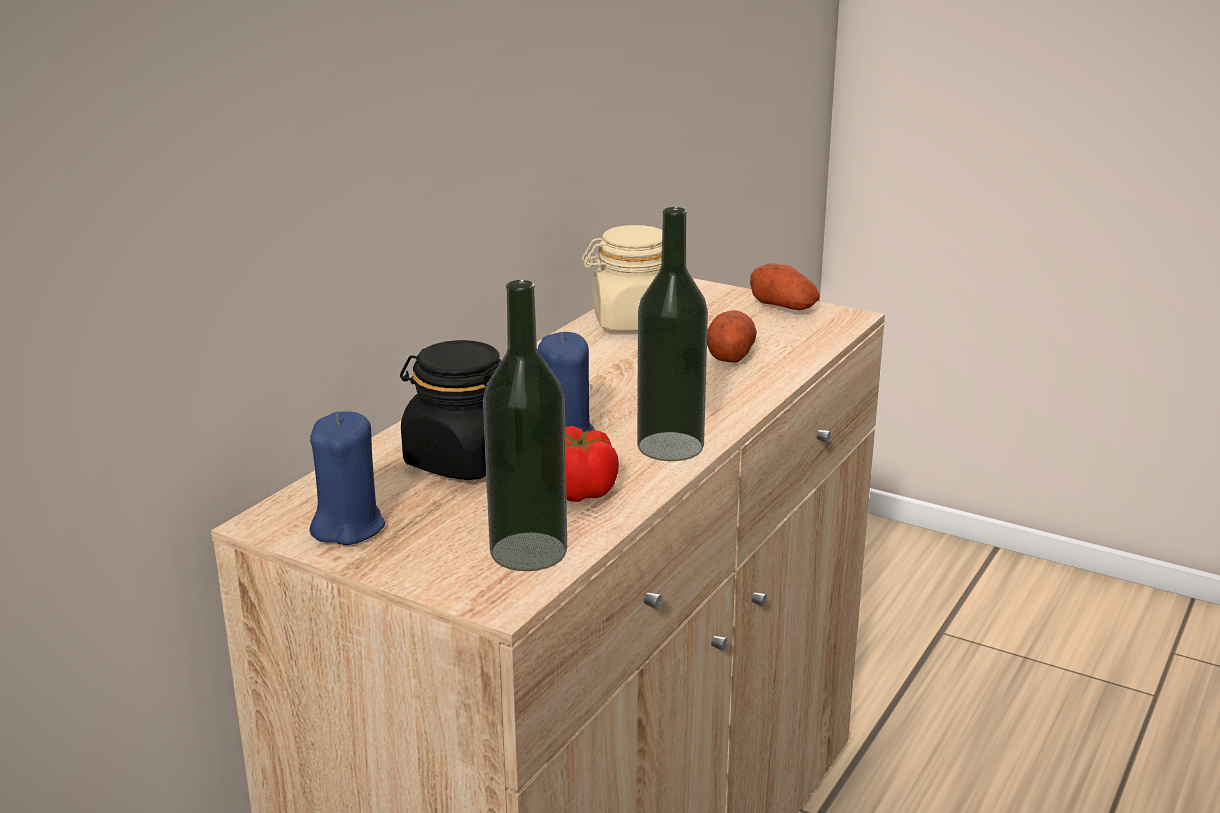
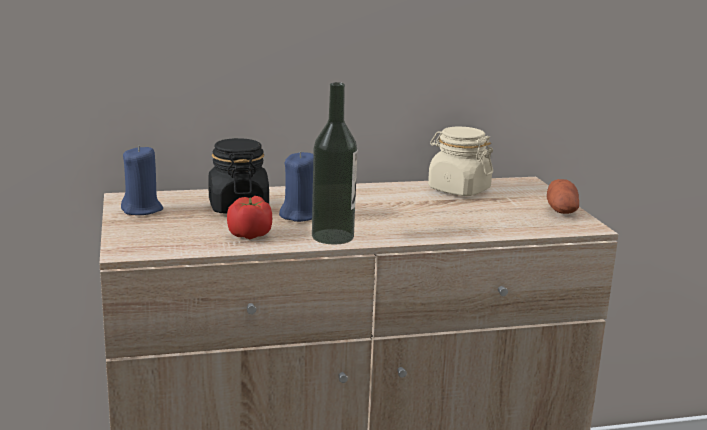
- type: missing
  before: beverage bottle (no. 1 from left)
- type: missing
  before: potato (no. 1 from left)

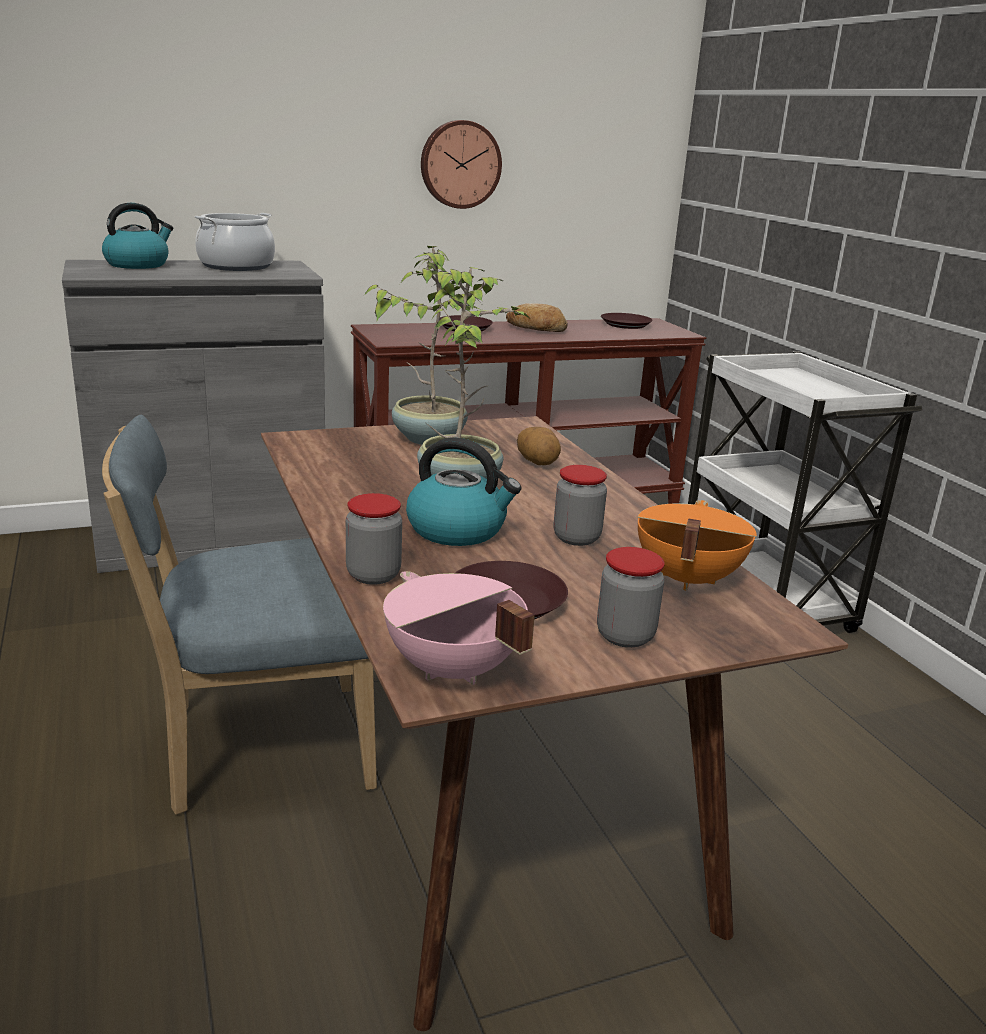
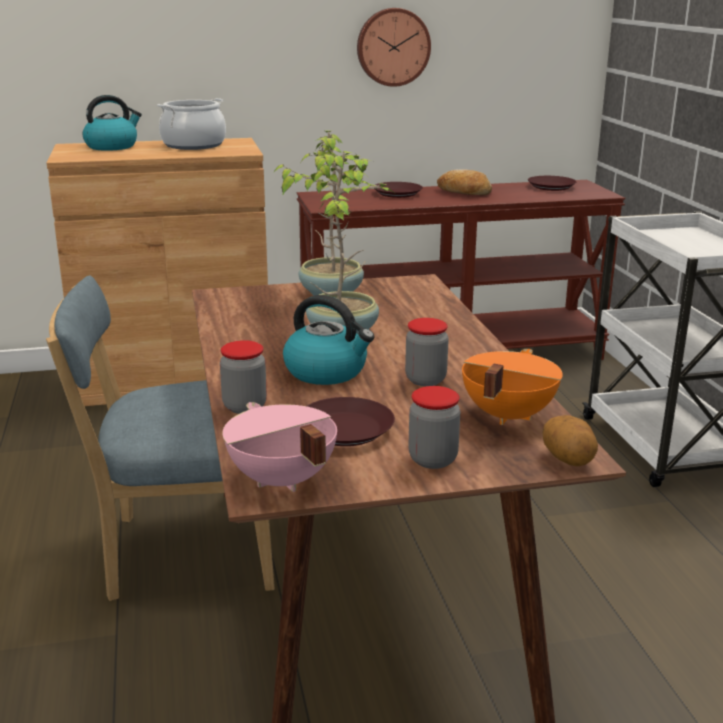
- type: colour
  before: cupboard (grey)
  after: cupboard (brown)
- type: relocated
  before: potato

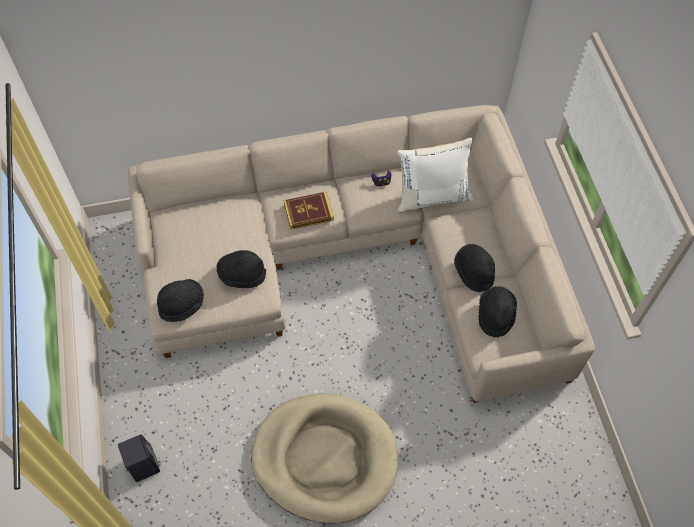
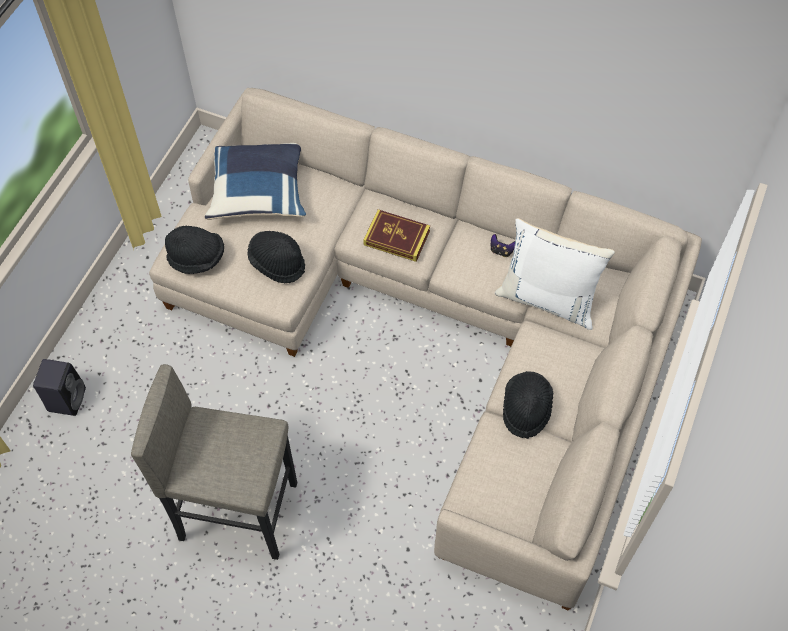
- type: exchanged
  before: pet bed (sand-coloured)
  after: stool seat (grey)
- type: appeared
  after: cushion (bluish)
- type: missing
  before: wearable hat (blackish) (no. 4 from left)

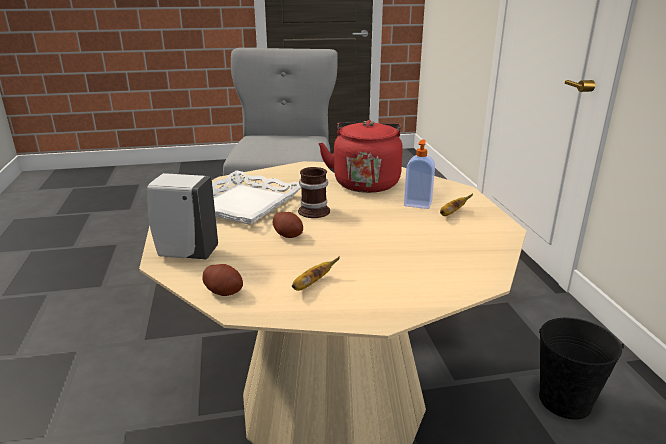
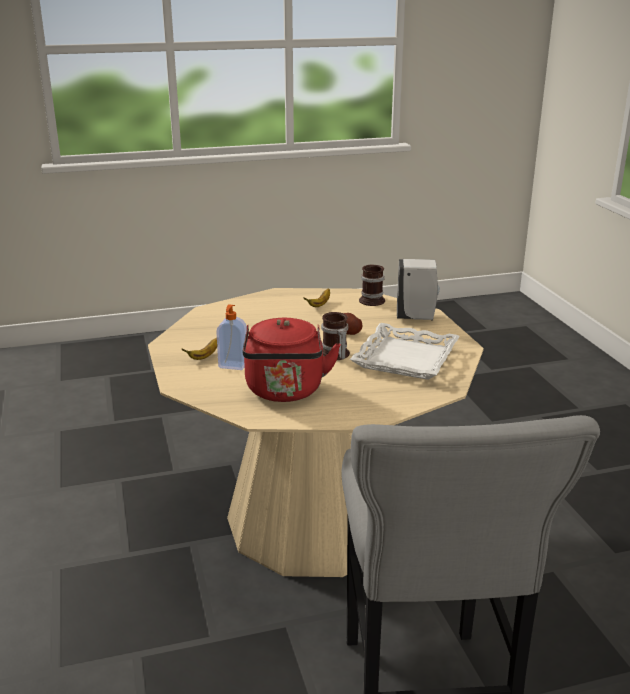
- type: exchanged
  before: potato (no. 1 from left)
  after: coffee mug (no. 2 from left)
- type: missing
  before: pail (blackish)

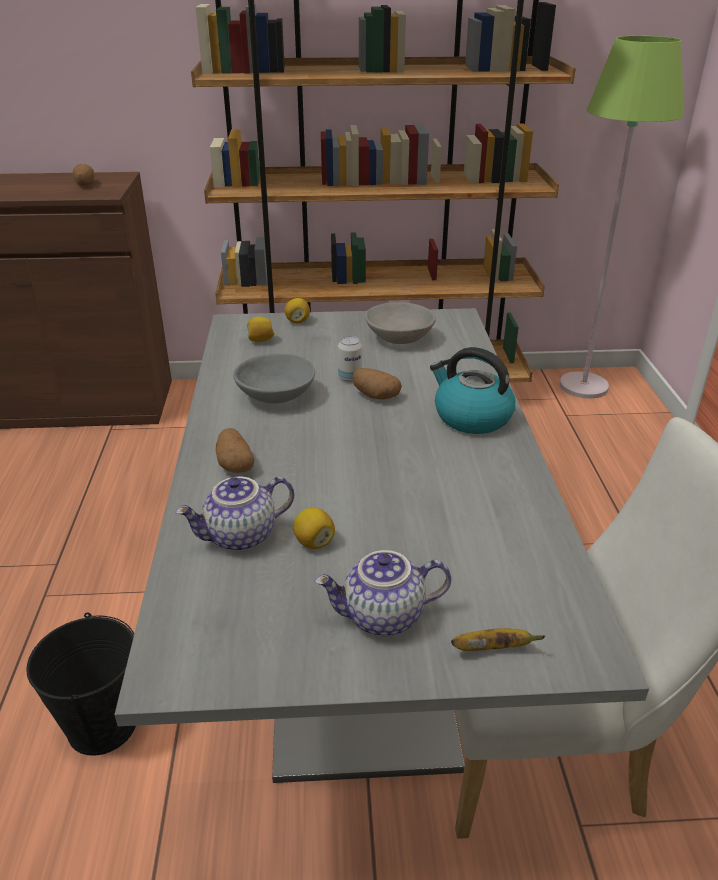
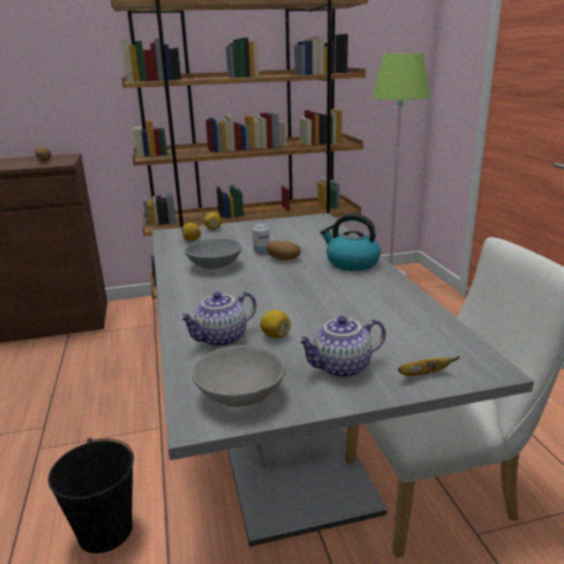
- type: relocated
  before: serving bowl (grey) (no. 2 from left)
- type: missing
  before: potato (no. 2 from left)

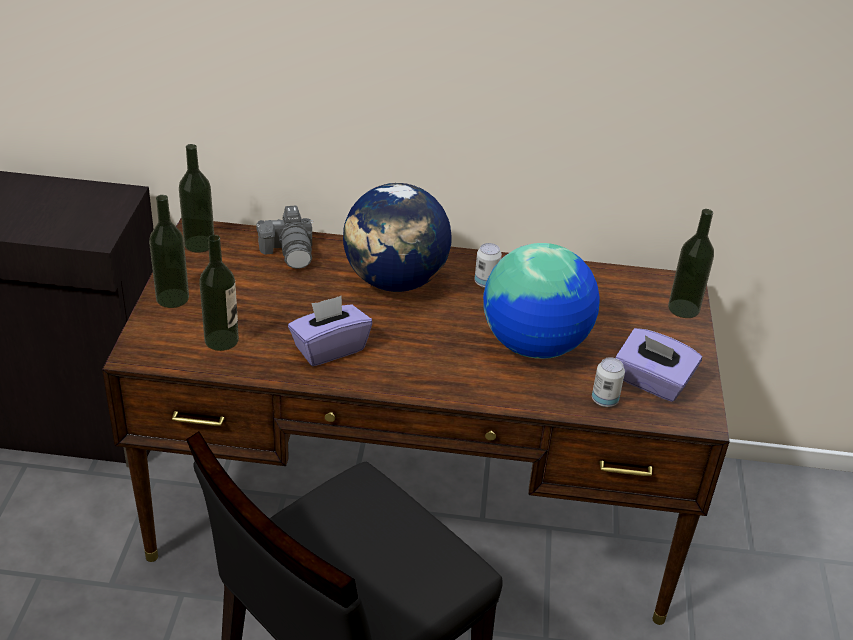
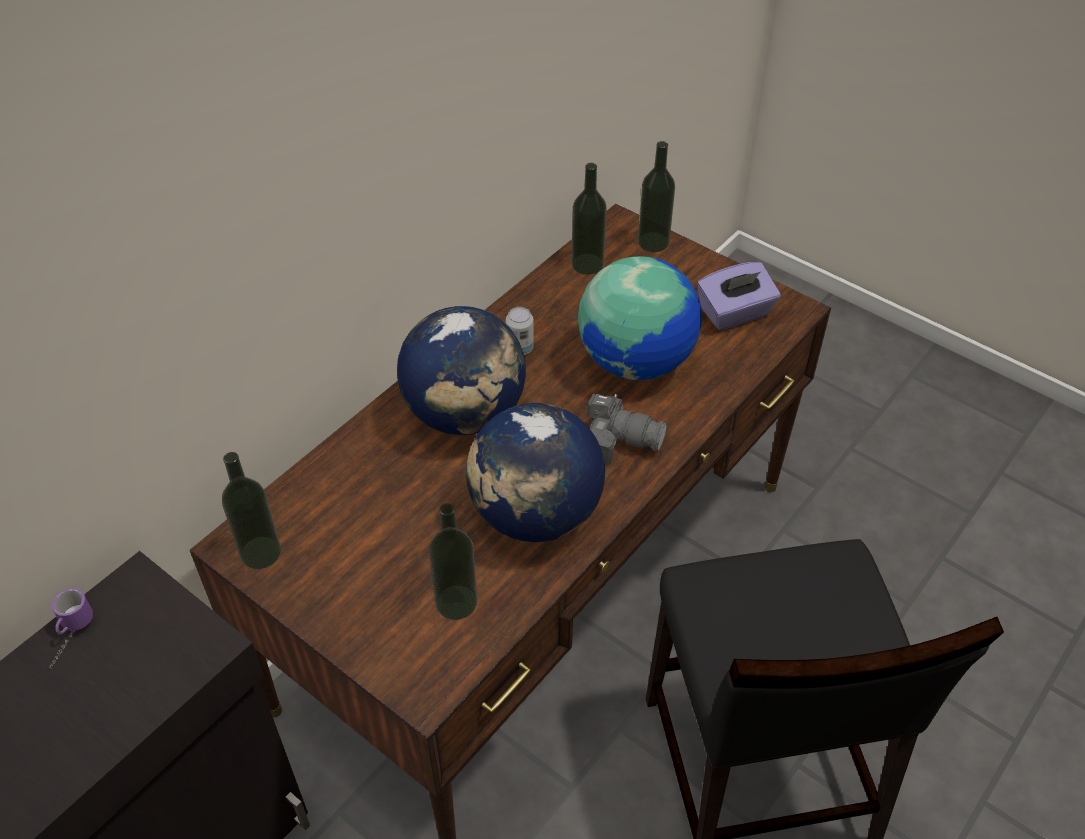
- type: appeared
  after: coffee mug
- type: exchanged
  before: box of tissues (purple-coloured) (no. 1 from left)
  after: world globe (no. 2 from left)
- type: relocated
  before: beverage bottle (no. 1 from left in the first image)
  after: beverage bottle (no. 3 from left)
- type: relocated
  before: still camera
- type: missing
  before: sealed can (no. 2 from left)

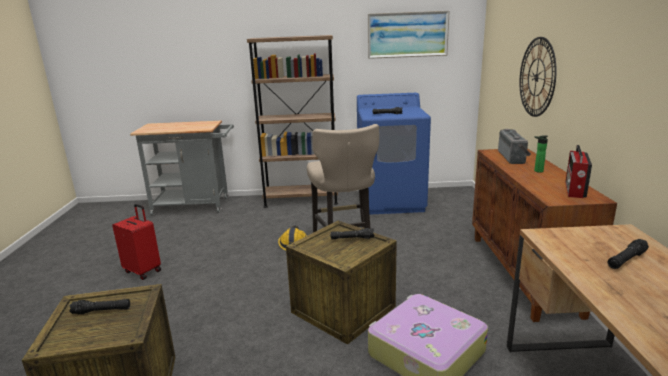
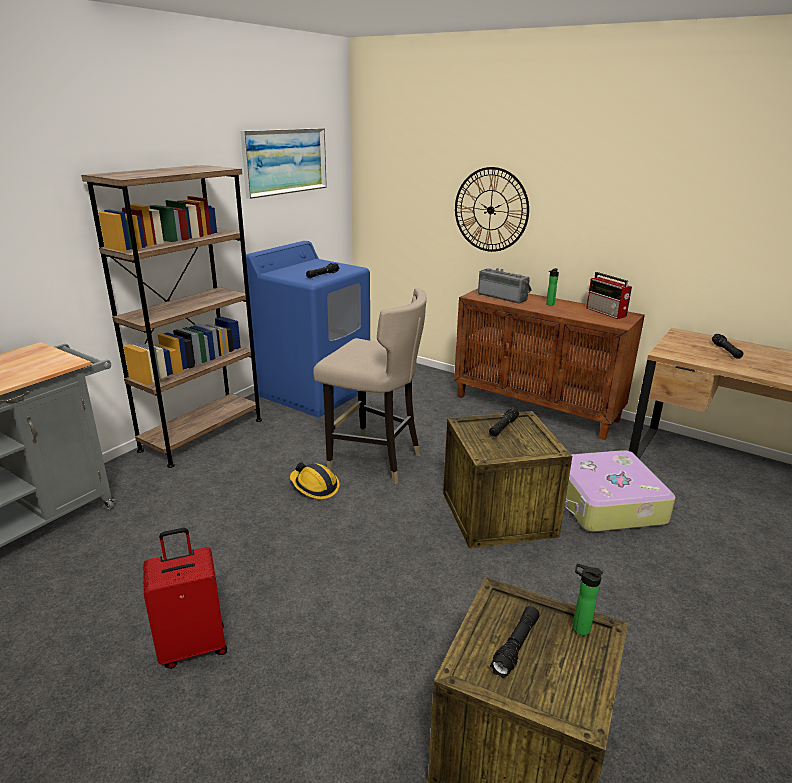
- type: appeared
  after: beverage bottle (no. 2 from left)

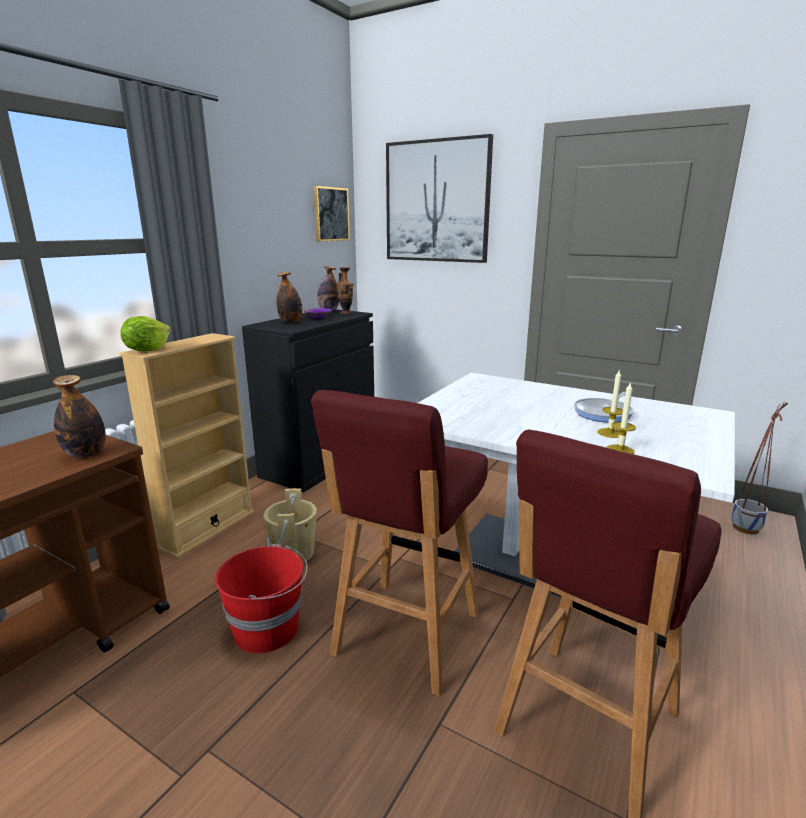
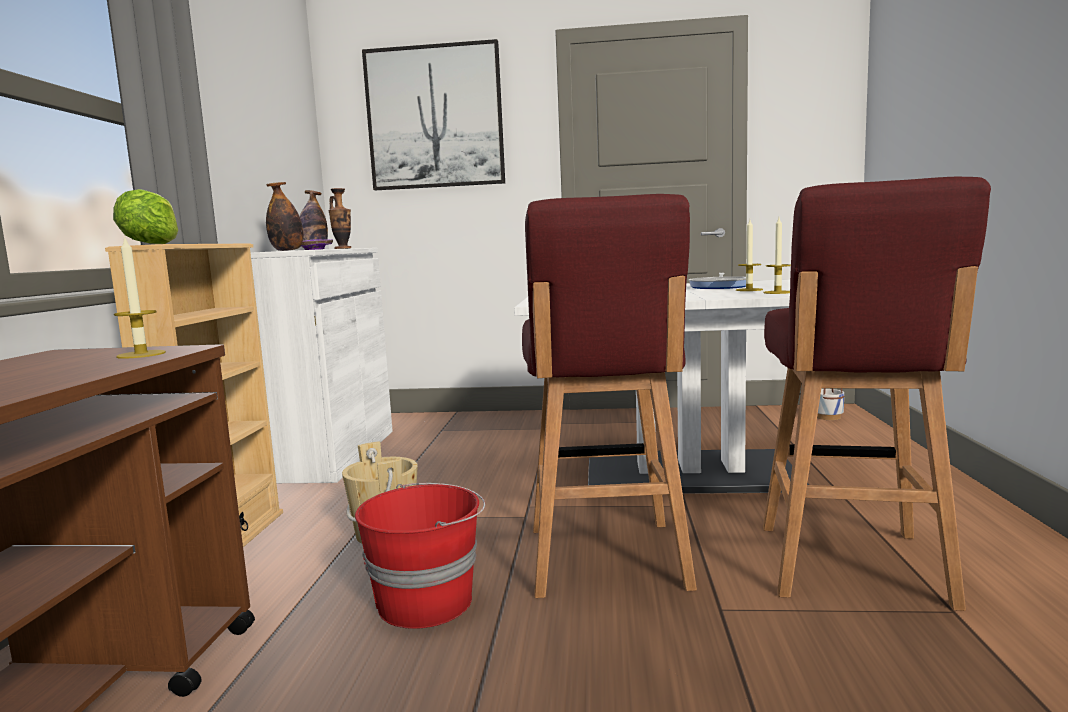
- type: exchanged
  before: beverage bottle (no. 1 from left)
  after: wax candle (no. 1 from left)
- type: colour
  before: cupboard (blackish)
  after: cupboard (white-coloured)
- type: missing
  before: wall art (no. 1 from left)

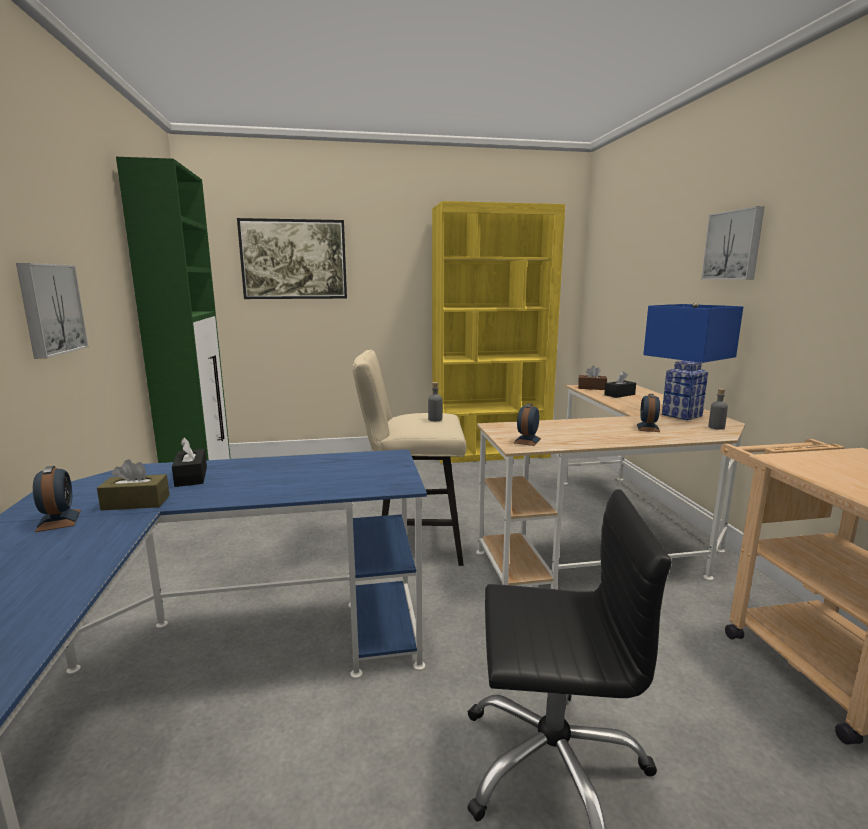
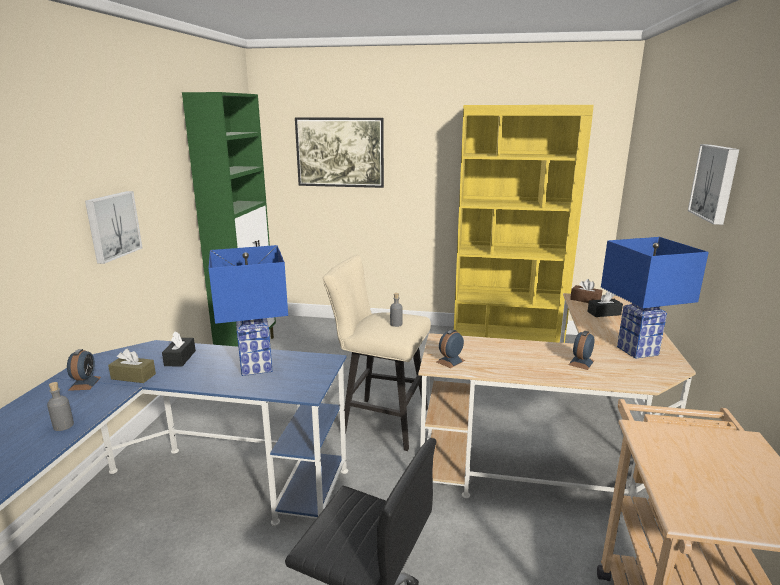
- type: relocated
  before: beverage bottle (grey) (no. 2 from left in the first image)
  after: beverage bottle (grey) (no. 1 from left)
- type: appeared
  after: lamp for a table (bluish) (no. 1 from left)

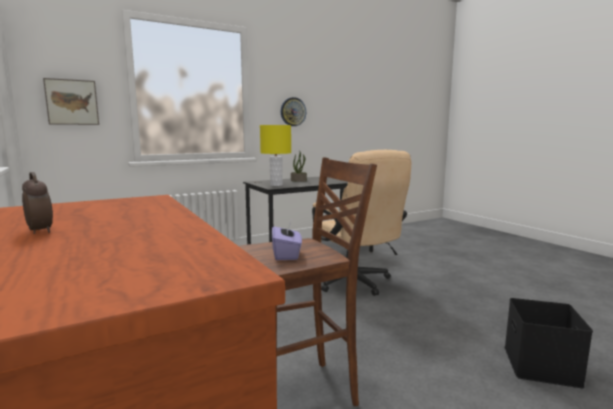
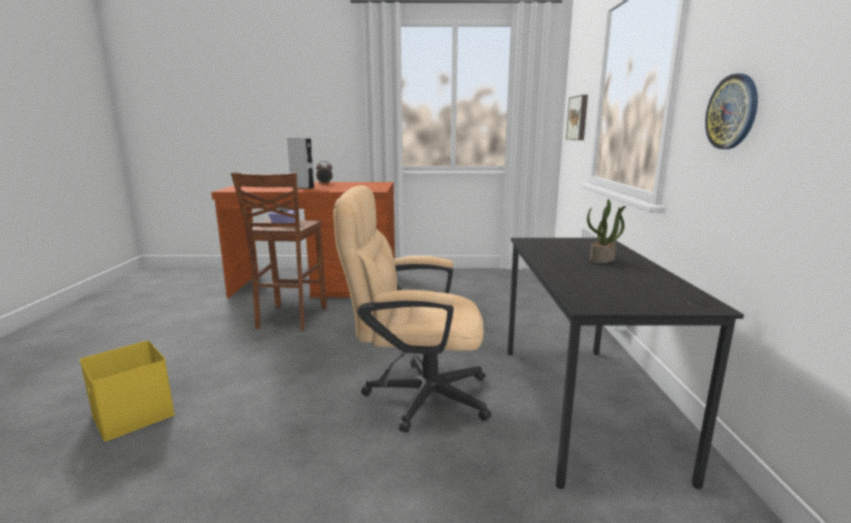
- type: colour
  before: storage container (blackish)
  after: storage container (yellow)
- type: appeared
  after: audio speaker (grey)
- type: missing
  before: lamp for a table (yellow)

